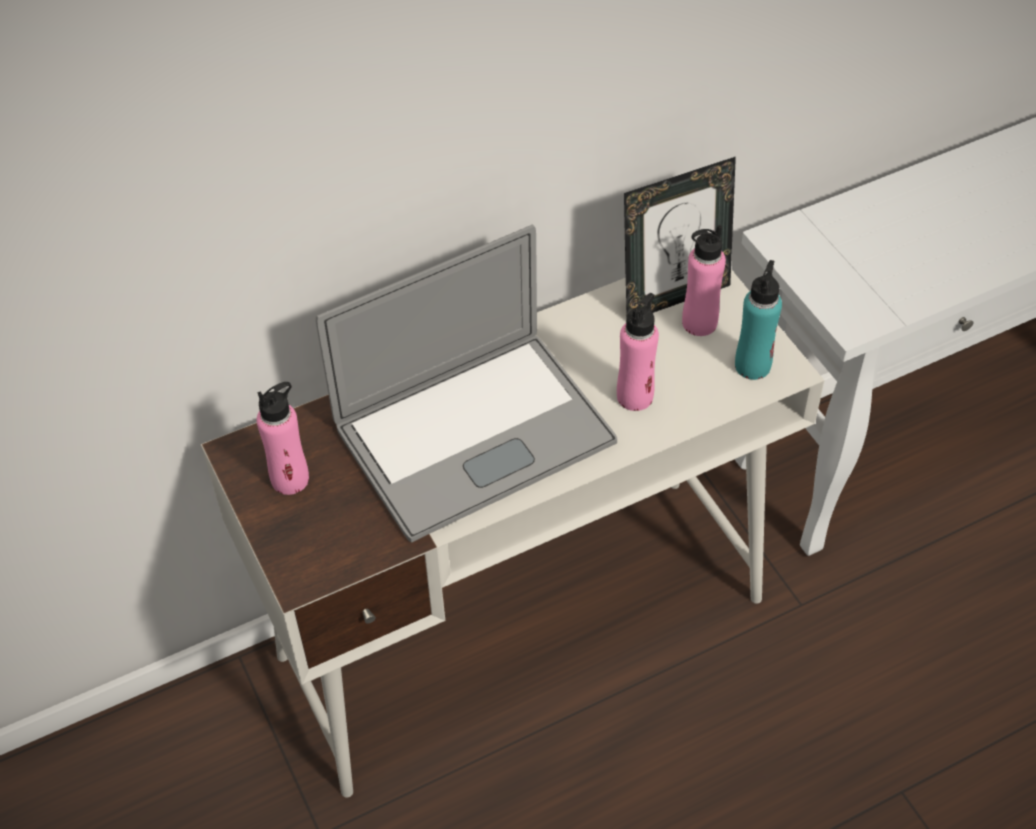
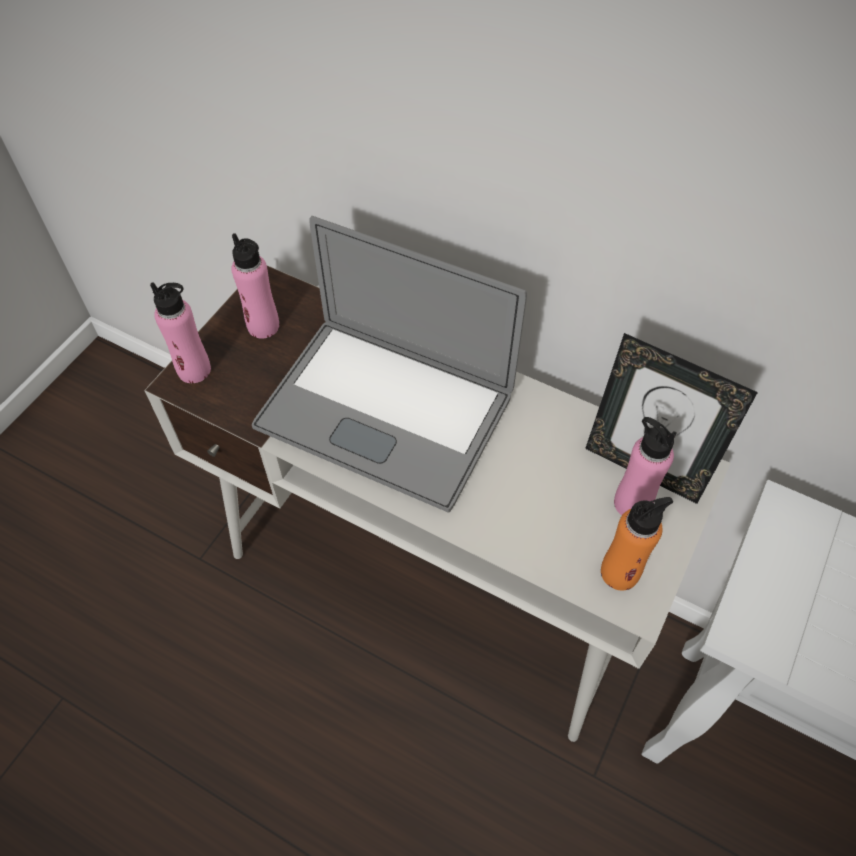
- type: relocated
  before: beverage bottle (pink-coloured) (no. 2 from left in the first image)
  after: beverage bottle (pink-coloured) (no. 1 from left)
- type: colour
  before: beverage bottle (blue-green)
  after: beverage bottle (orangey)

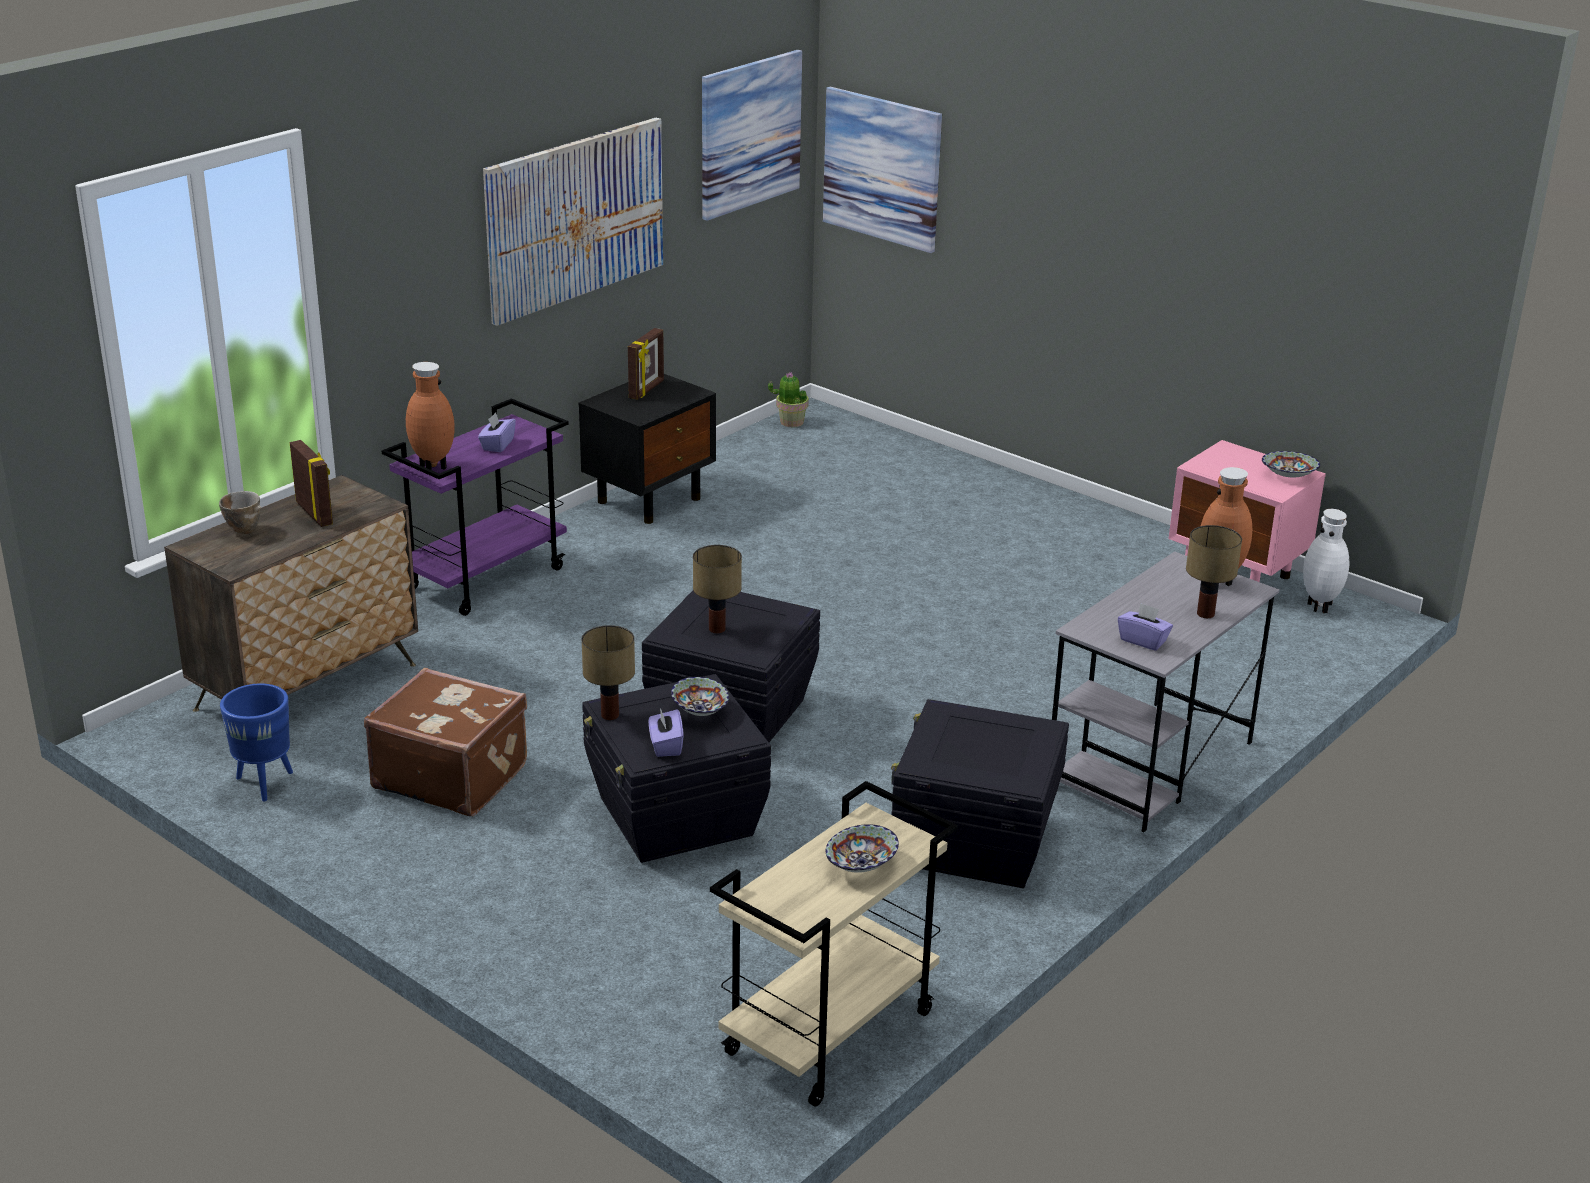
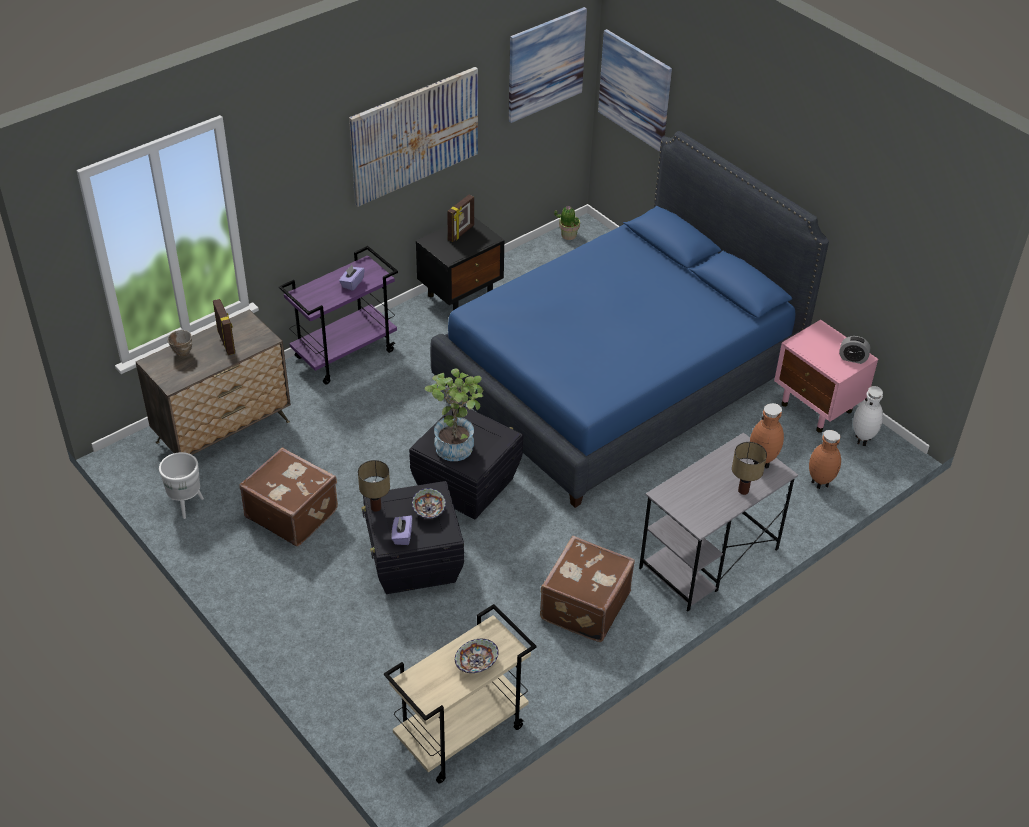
- type: colour
  before: flower pot (bluish)
  after: flower pot (white-coloured)
- type: exchanged
  before: lamp for a table (no. 2 from left)
  after: houseplant (no. 1 from left)
- type: appeared
  after: bedroom bed (bluish)
- type: exchanged
  before: storage container (blackish) (no. 3 from left)
  after: suitcase (brown) (no. 2 from left)
- type: relocated
  before: flower vase (brown) (no. 1 from left in the first image)
  after: flower vase (brown) (no. 2 from left)
- type: exchanged
  before: serving bowl (no. 4 from left)
  after: table clock
- type: missing
  before: box of tissues (purple-coloured) (no. 3 from left)

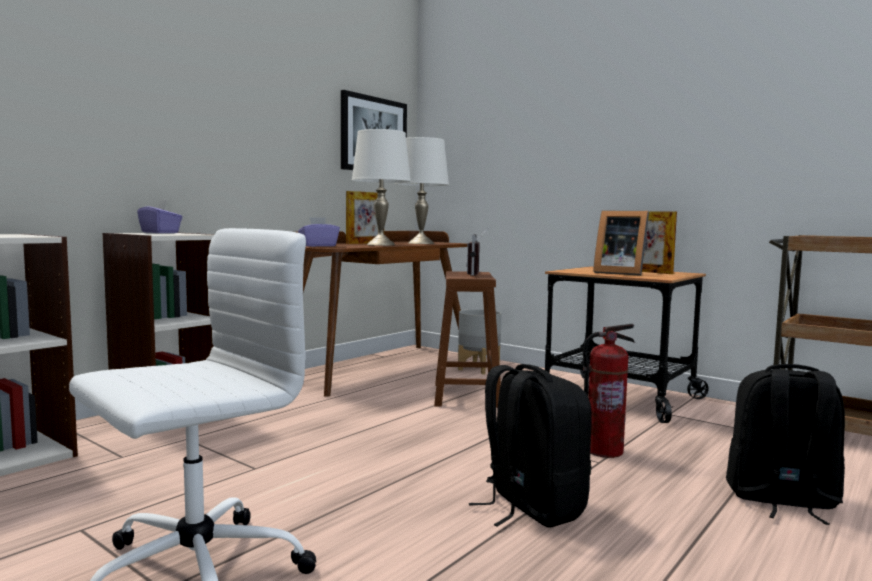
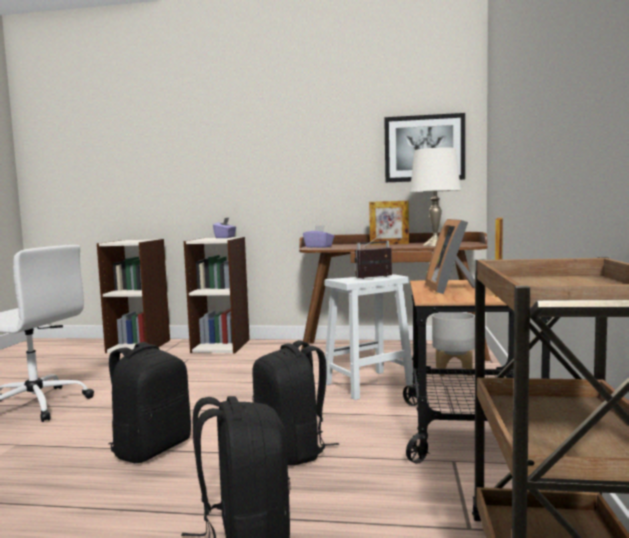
- type: exchanged
  before: extinguisher
  after: knapsack (blackish) (no. 3 from left)
- type: colour
  before: stool seat (brown)
  after: stool seat (white-coloured)
- type: missing
  before: lamp for a table (white-coloured) (no. 1 from left)

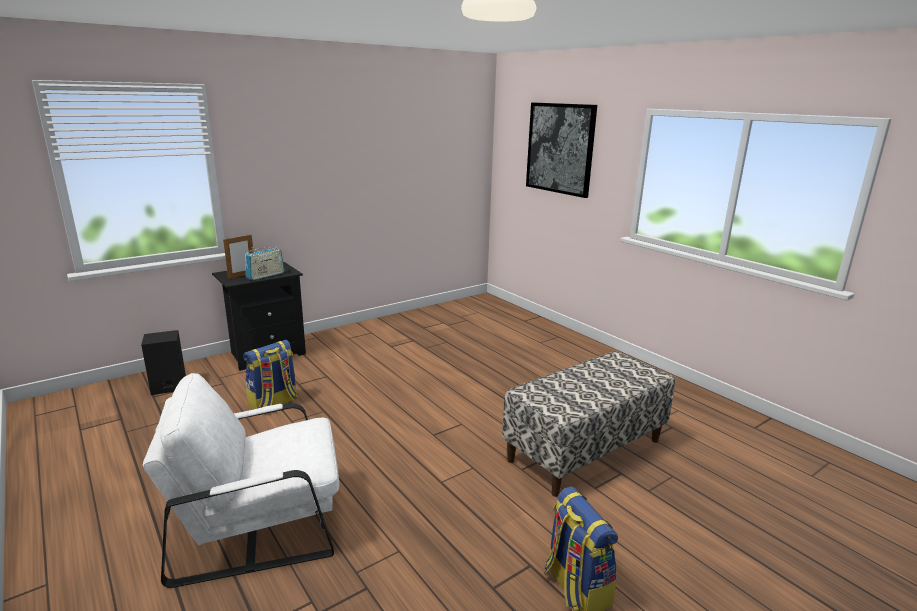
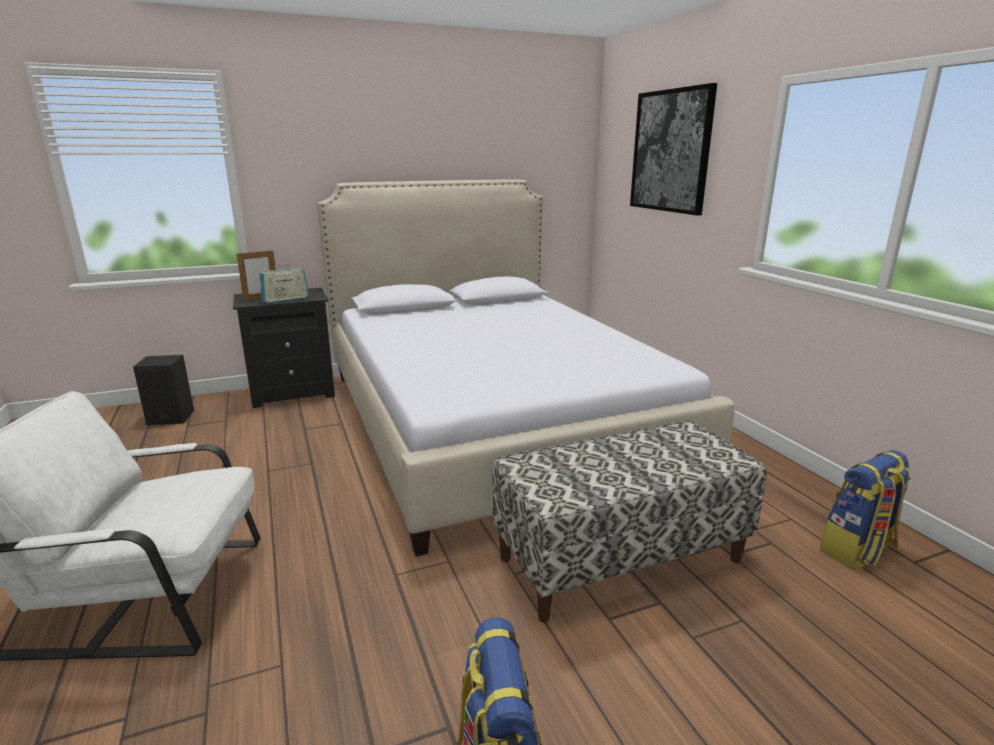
- type: appeared
  after: bedroom bed
- type: relocated
  before: knapsack (no. 1 from left in the first image)
  after: knapsack (no. 2 from left)

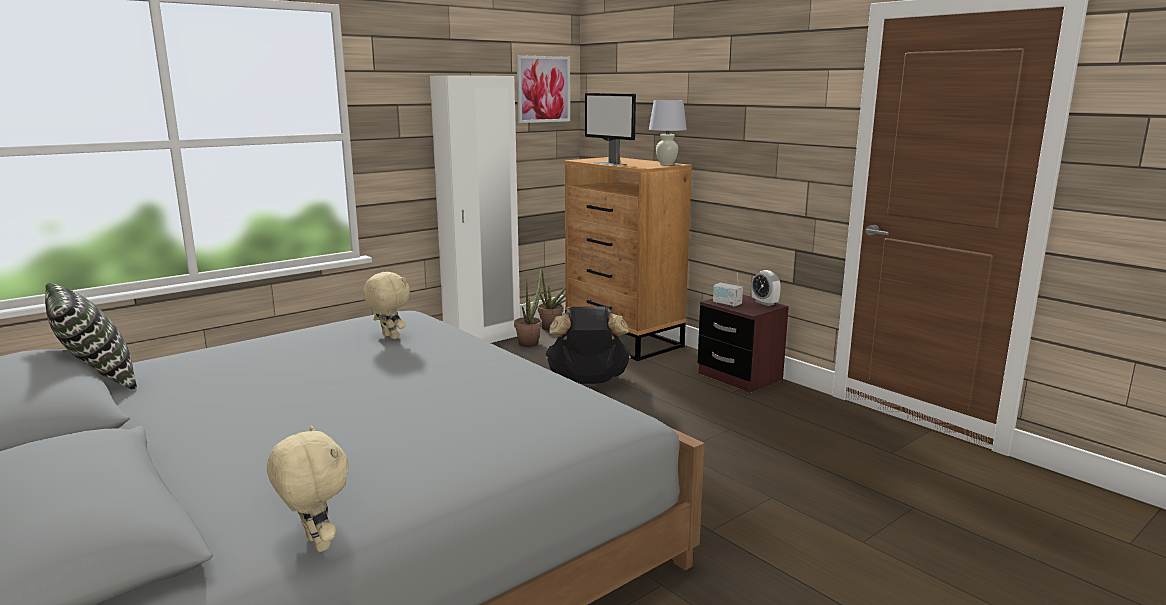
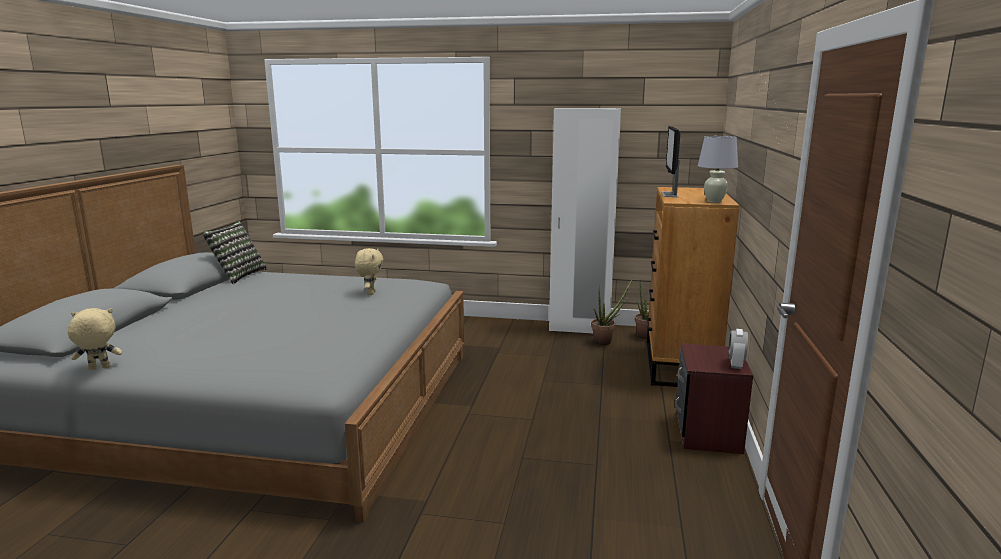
- type: spun
  before: cuddly toy (sand-coloured) (no. 1 from left)
  turn: -120
- type: missing
  before: wall art
- type: missing
  before: knapsack (blackish)
- type: missing
  before: radio set

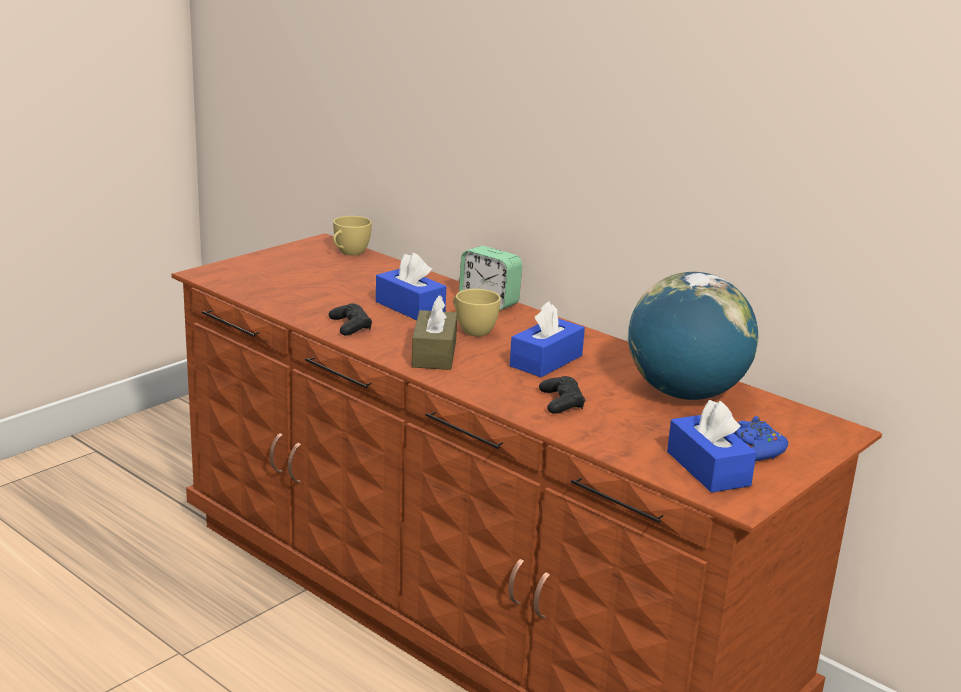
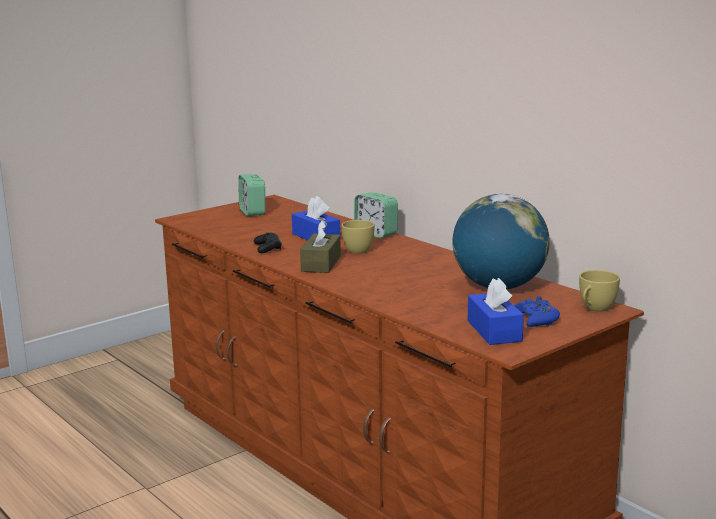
- type: appeared
  after: table clock (no. 1 from left)
- type: relocated
  before: cup (yellow) (no. 1 from left in the first image)
  after: cup (yellow) (no. 2 from left)
- type: missing
  before: box of tissues (bluish) (no. 2 from left)
- type: missing
  before: joypad (blackish) (no. 2 from left)

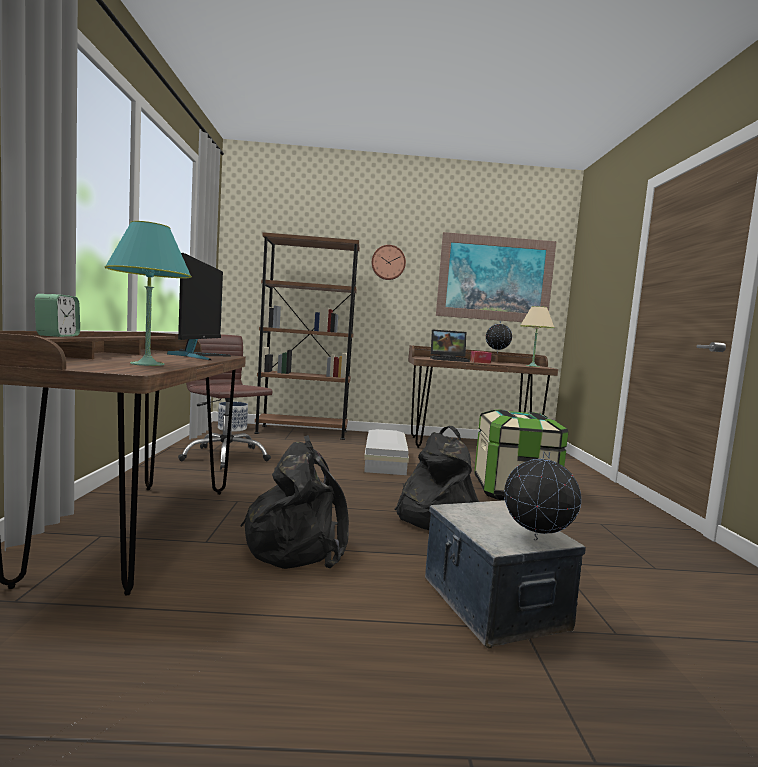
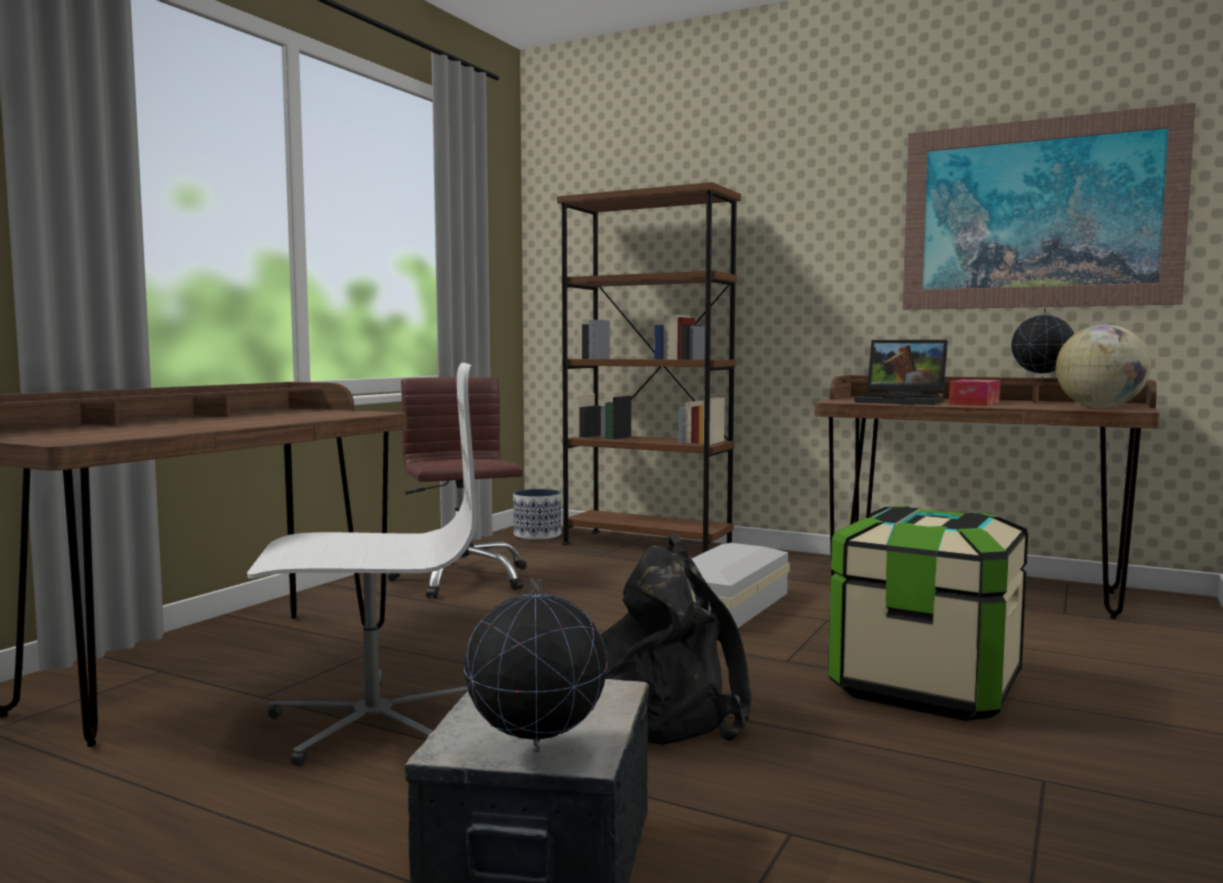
- type: exchanged
  before: knapsack (blackish) (no. 1 from left)
  after: office chair (white-coloured)
- type: exchanged
  before: lamp for a table (sand-coloured)
  after: world globe (no. 3 from left)
- type: missing
  before: table clock
- type: missing
  before: lamp for a table (blue-green)
- type: missing
  before: computer screen
- type: missing
  before: hanging clock

